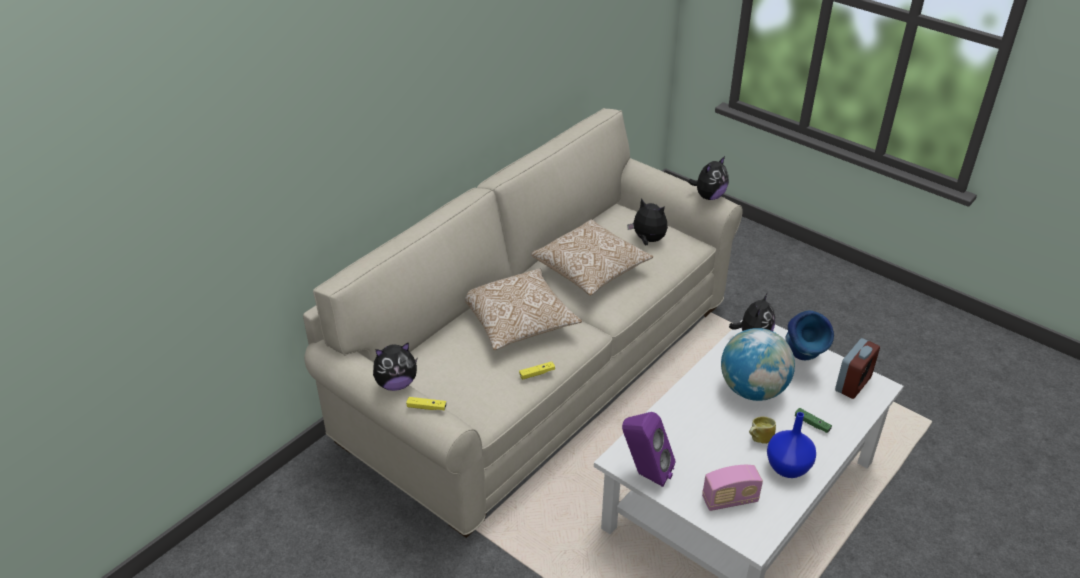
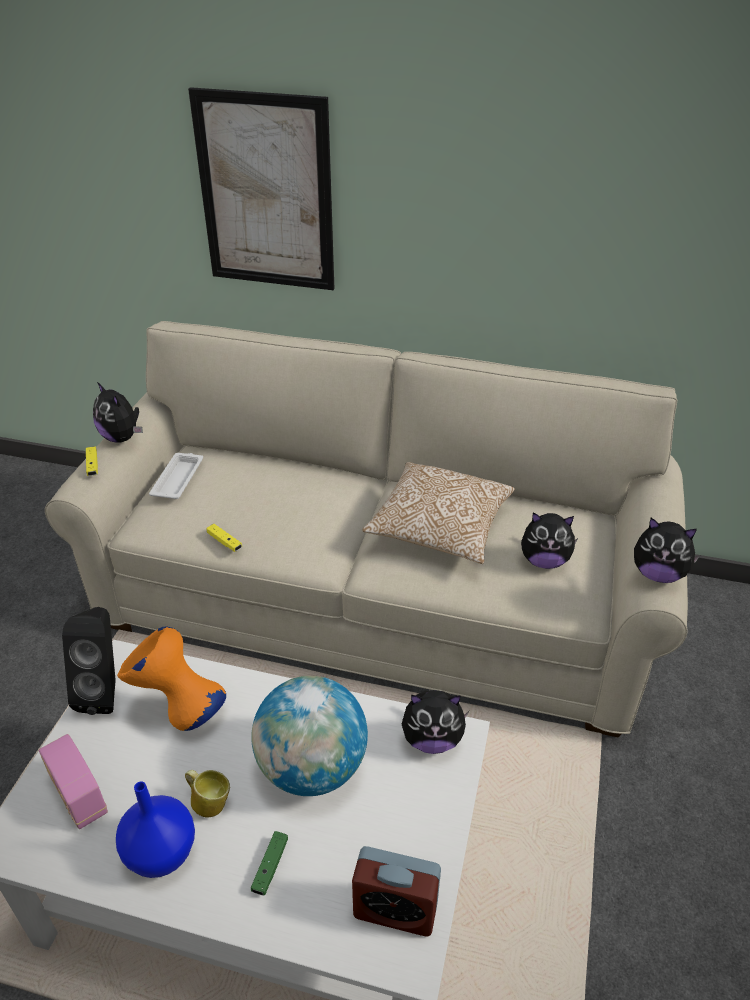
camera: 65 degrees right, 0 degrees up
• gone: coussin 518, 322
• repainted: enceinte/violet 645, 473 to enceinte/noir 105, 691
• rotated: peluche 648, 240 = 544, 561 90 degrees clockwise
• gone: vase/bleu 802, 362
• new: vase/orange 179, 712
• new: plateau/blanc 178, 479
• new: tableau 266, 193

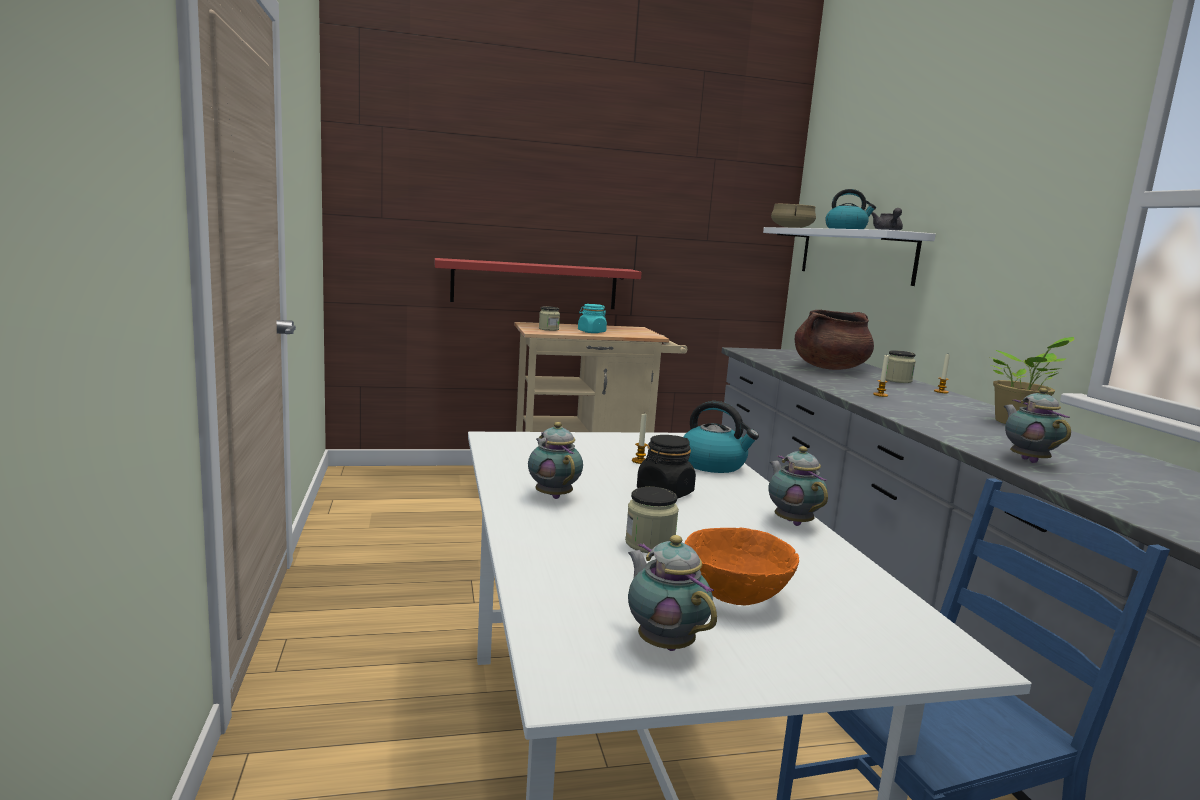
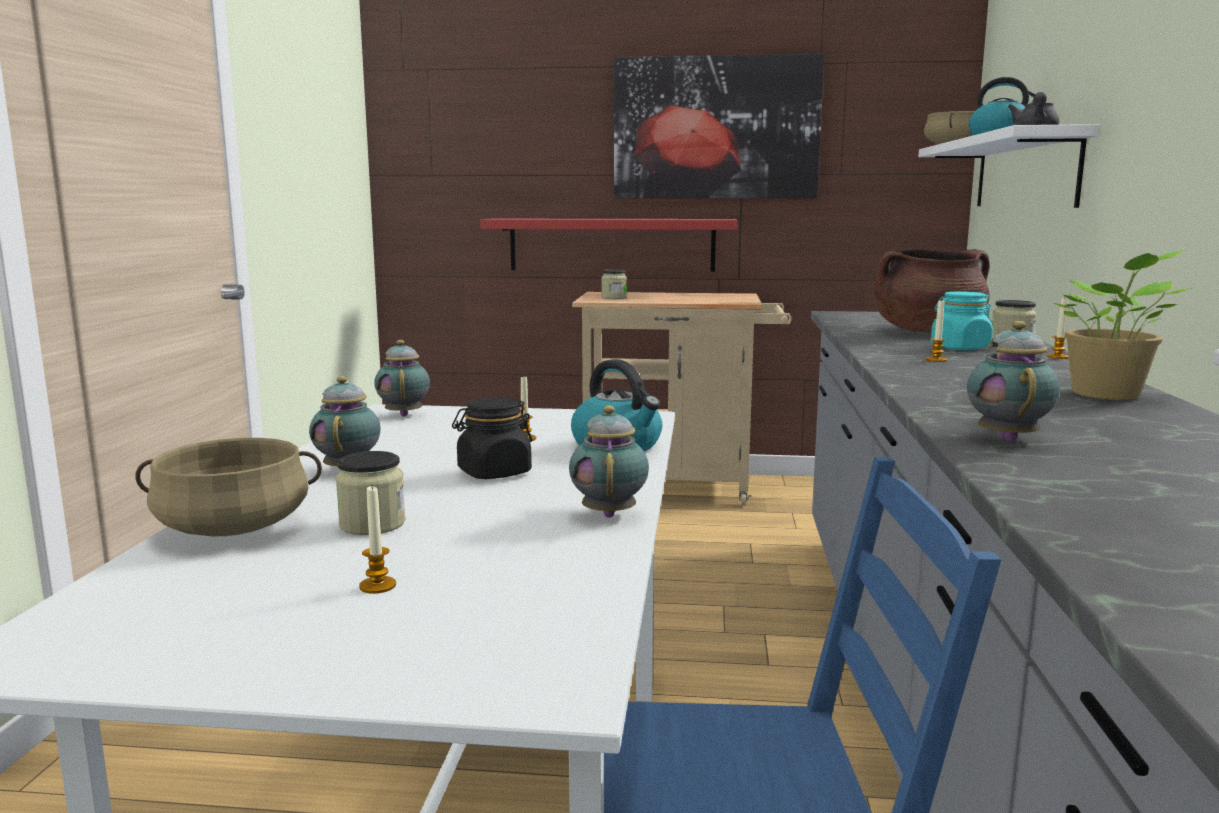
camera: 20 degrees right, 0 degrees up
• shifted: bocal/turquoise 591, 332 to 959, 348
• shifted: théière 663, 643 to 404, 414
• swapped: bol/orange 735, 595 to bougie 377, 586
• new: marmite/beige 234, 527
• new: tableau 716, 128

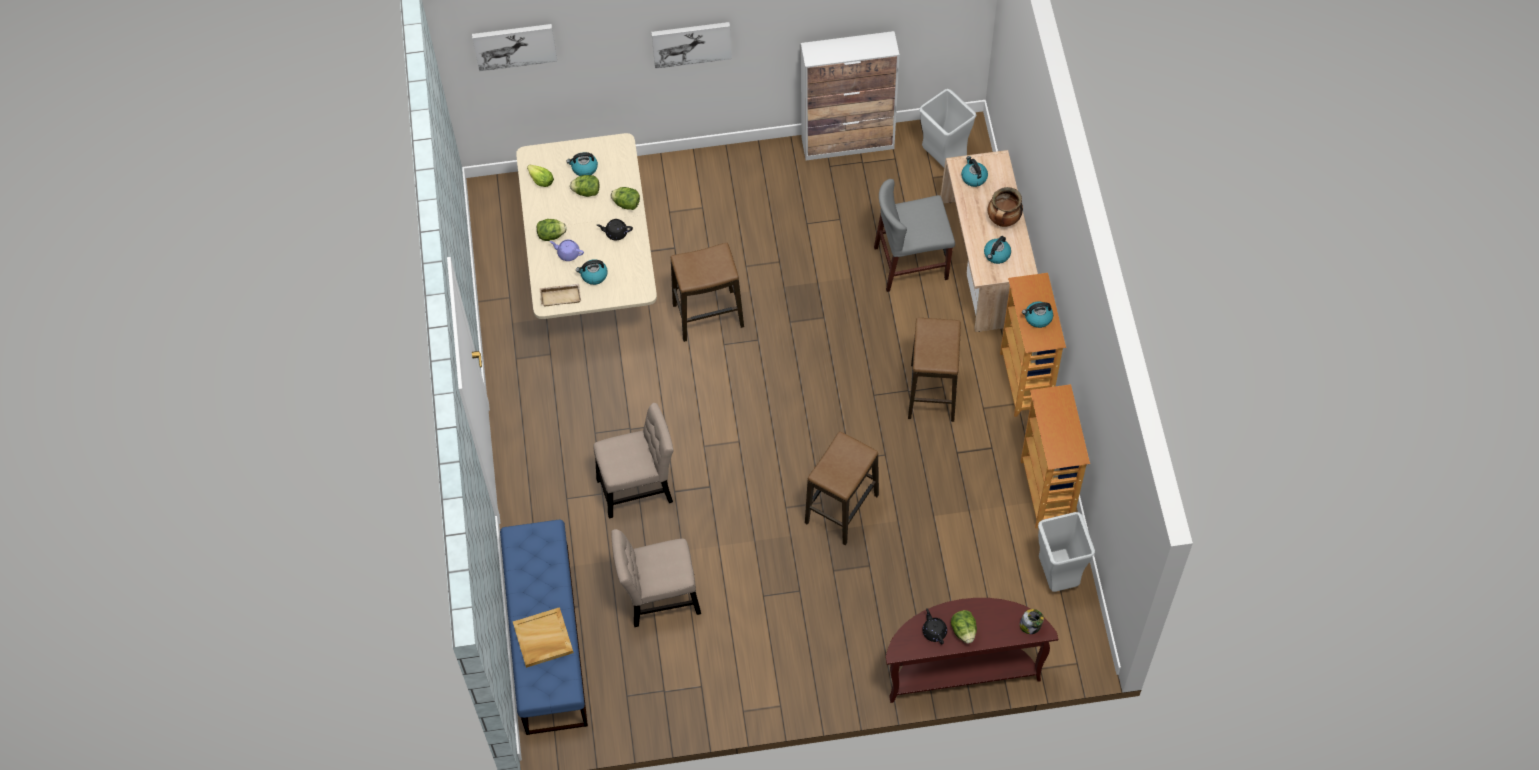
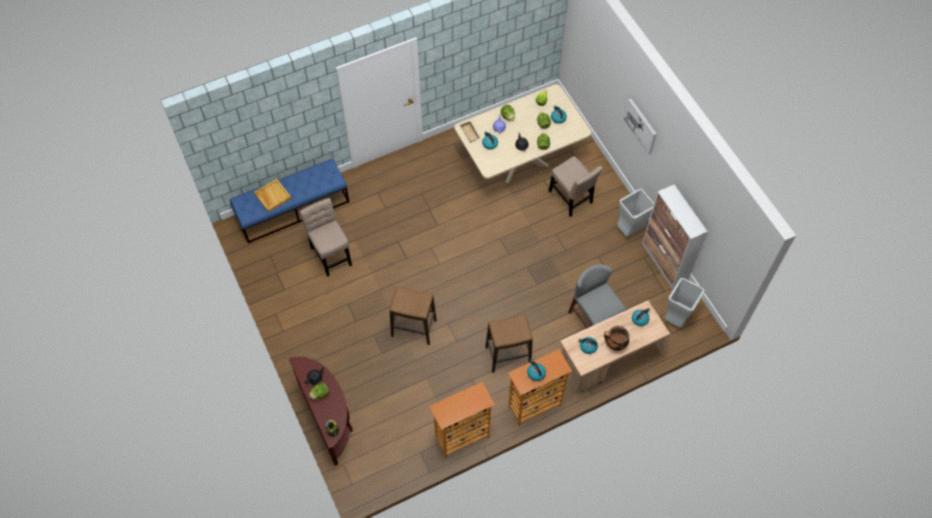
camera: 70 degrees right, 0 degrees up
• gone: tableau 514, 45
• shifted: chaise/beige 639, 488 to 571, 199
• gone: tabouret 708, 316
• shifted: poubelle/gris 1057, 575 to 630, 229

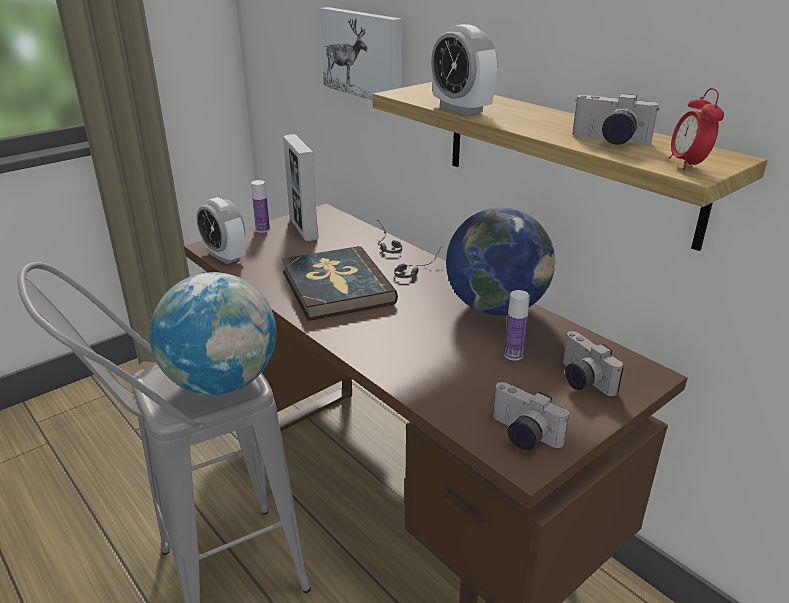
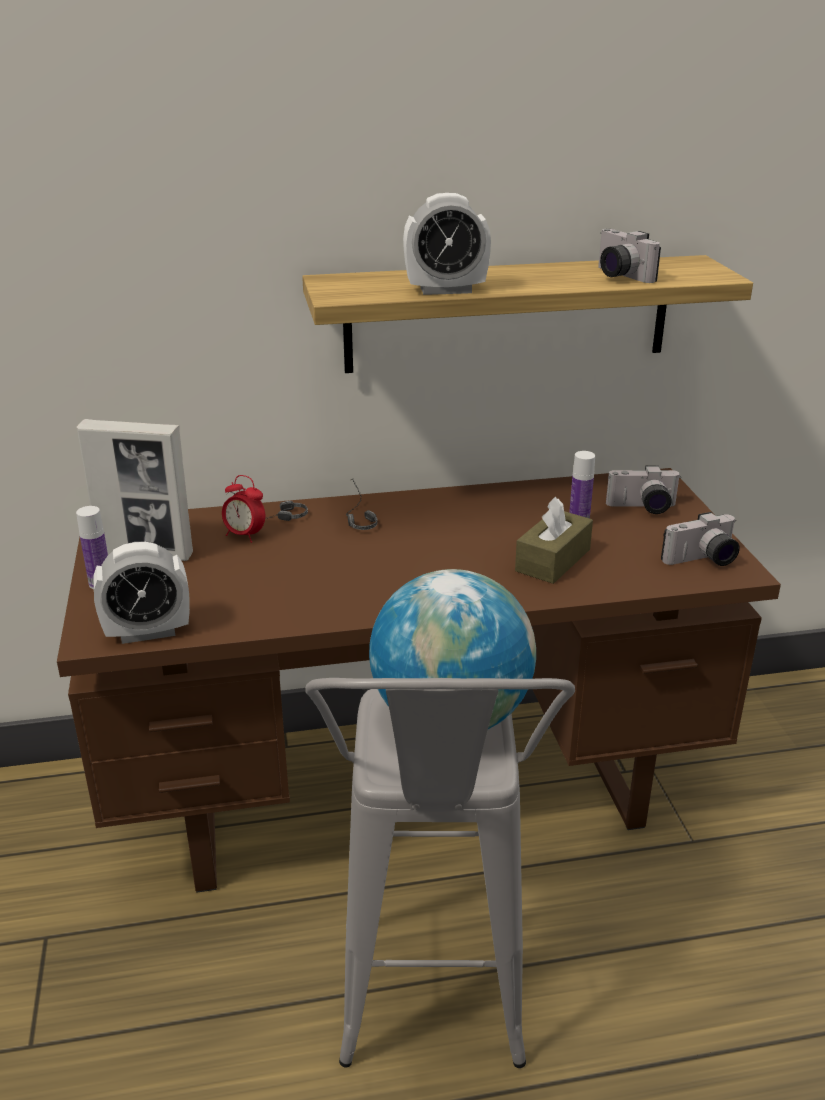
camera: 60 degrees left, 0 degrees up
• gone: livre 336, 287
• gone: tableau 364, 54
• gone: globe 495, 308
• rotated: appareil photo 608, 141 = 617, 275 90 degrees clockwise
• shifted: réveil 687, 165 to 245, 535
• new: boîte à mouchoirs/marron 553, 560

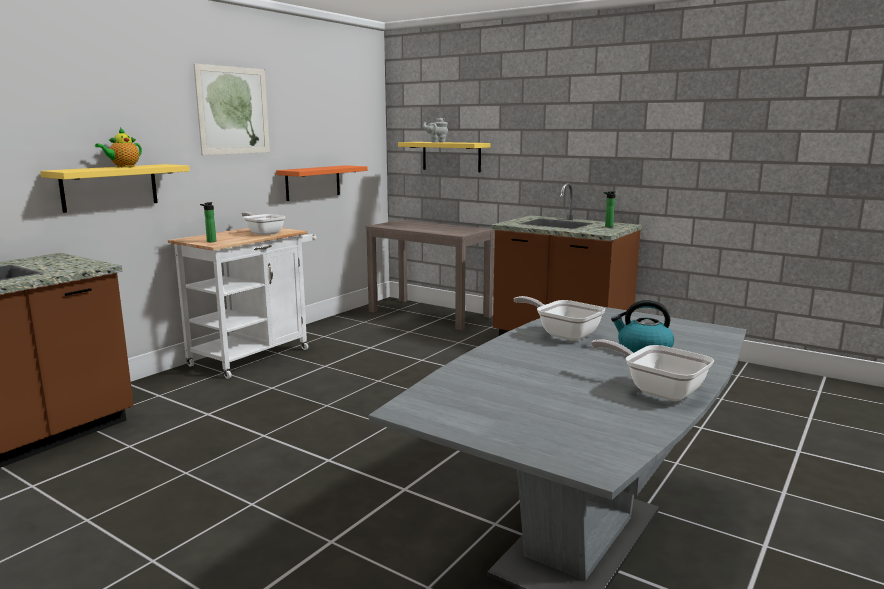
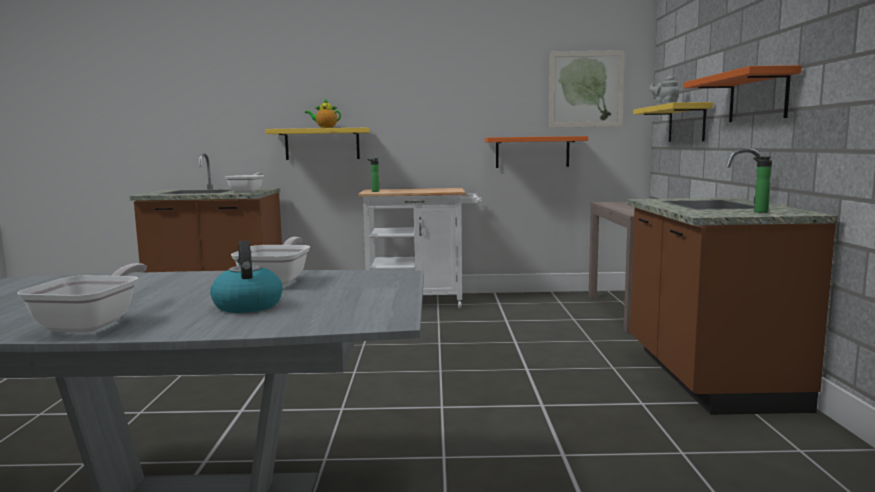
camera: 55 degrees right, 5 degrees down
• shifted: tableau 233, 110 to 586, 89
• shifted: poêle 263, 233 to 248, 191
• new: étagère/orange 757, 97

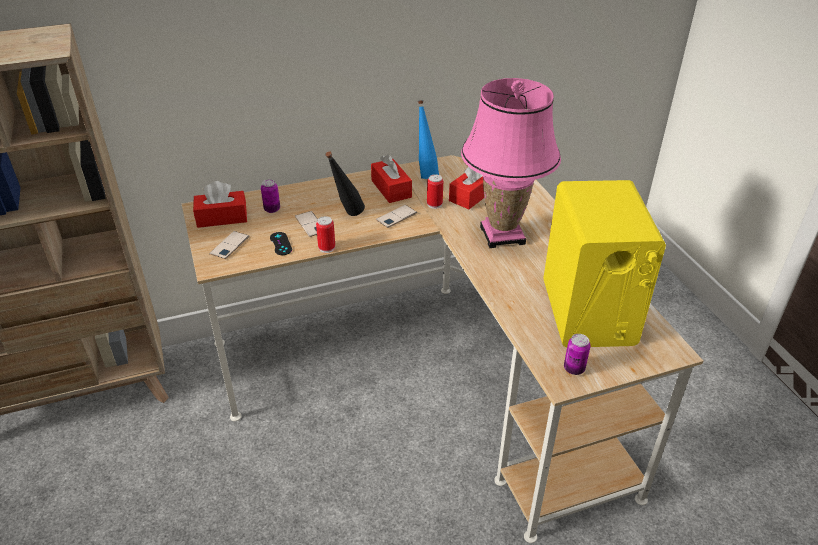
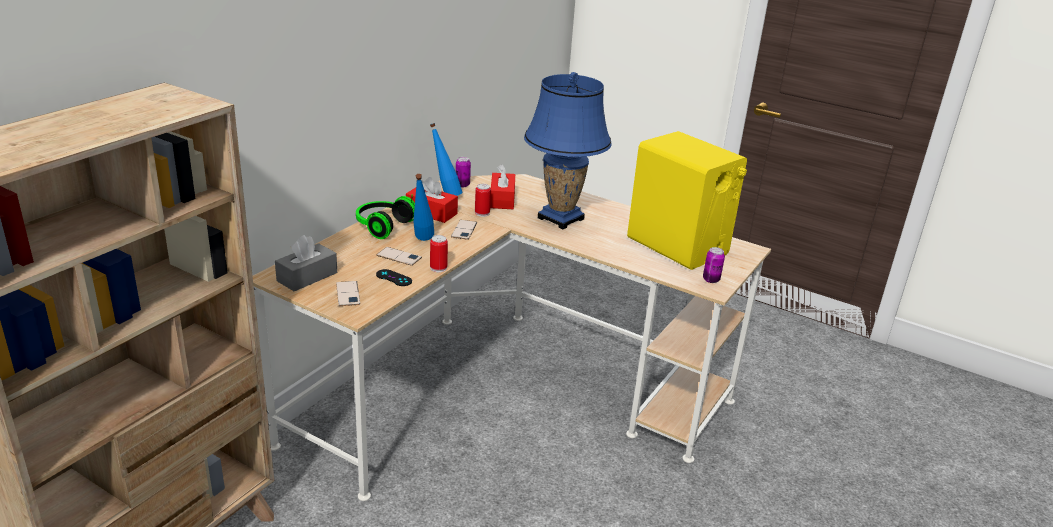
camera: 40 degrees left, 10 degrees down
• repainted: boîte à mouchoirs/rouge 222, 217 to boîte à mouchoirs/gris 307, 277
• shifted: boîte métallique 272, 209 to 462, 185
• repainted: bouteille/noir 347, 216 to bouteille/bleu 422, 241
• repainted: lampe de table/rose 502, 235 to lampe de table/bleu 561, 218
• new: casque audio 382, 226

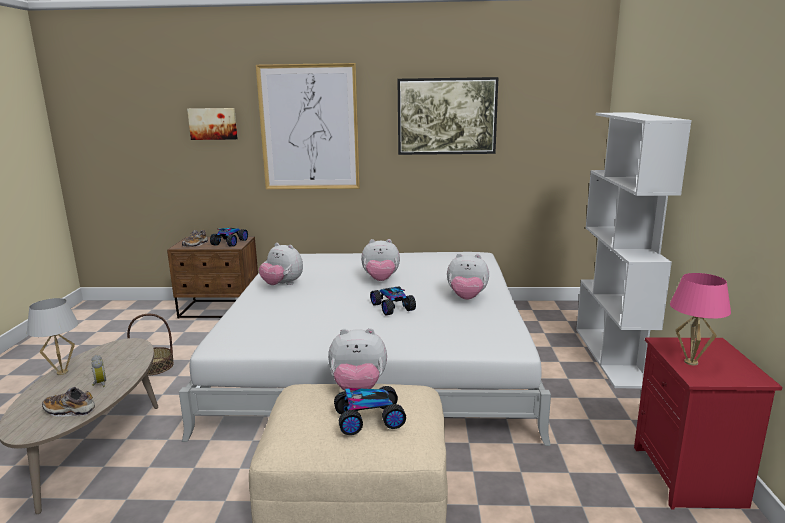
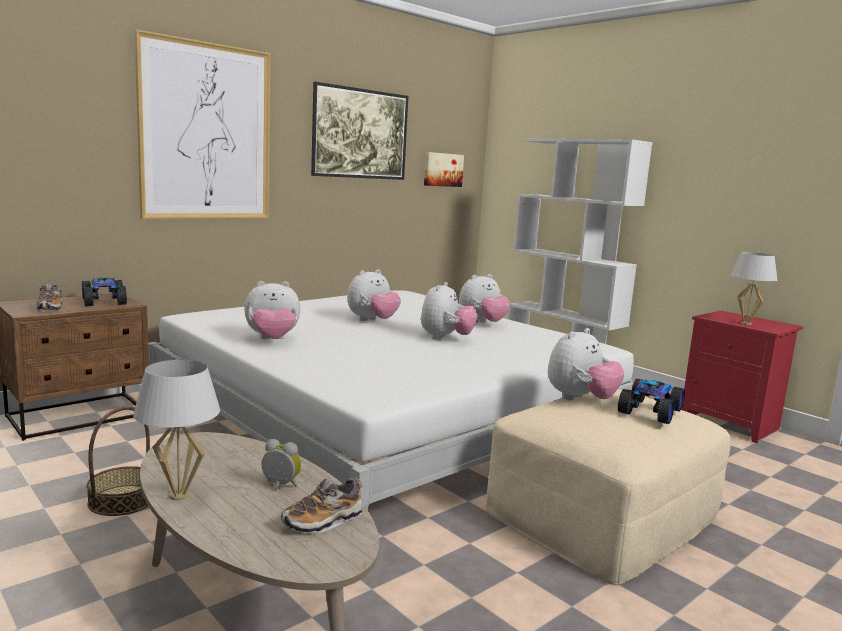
camera: 45 degrees left, 5 degrees down
• shifted: tableau 213, 123 to 442, 169
• swapped: petite voiture 393, 307 to peluche 446, 338
• repainted: lampe de table/rose 690, 362 to lampe de table/blanc 745, 323

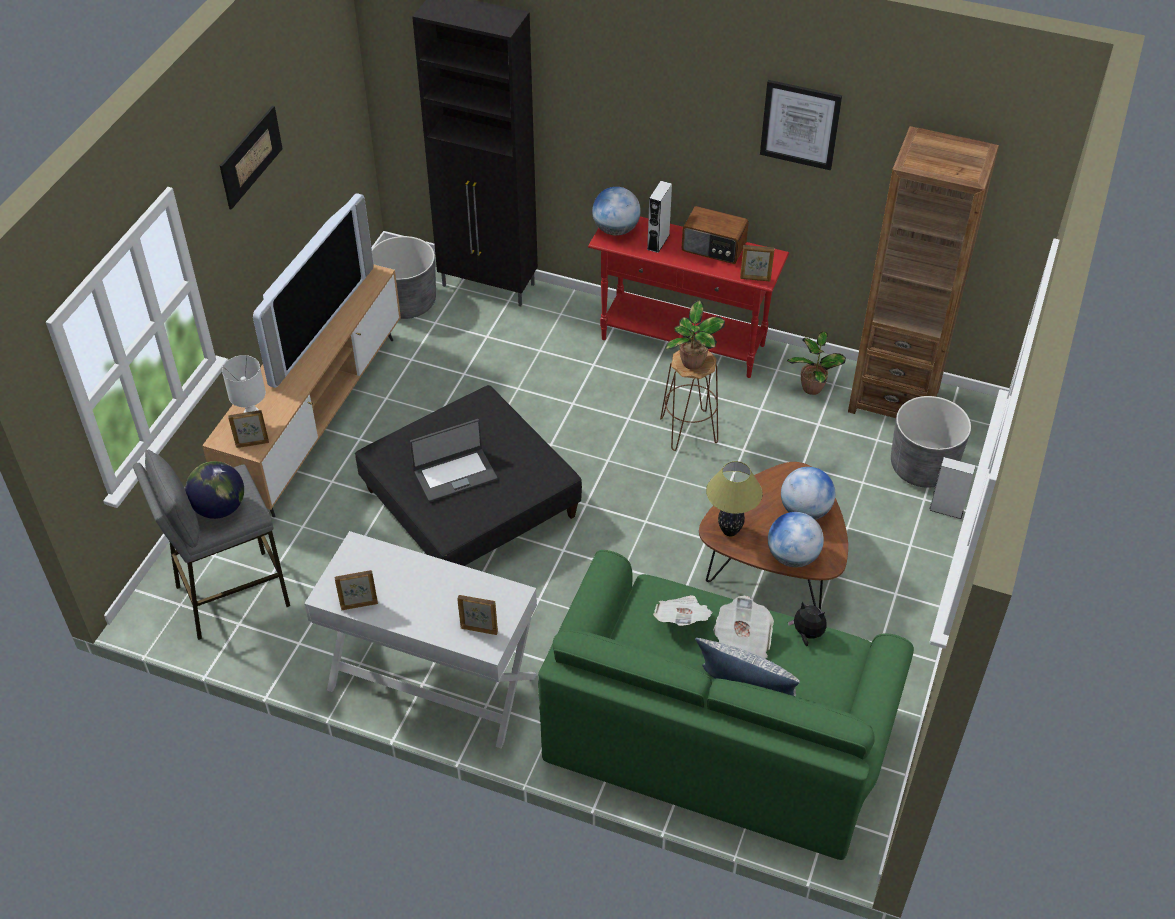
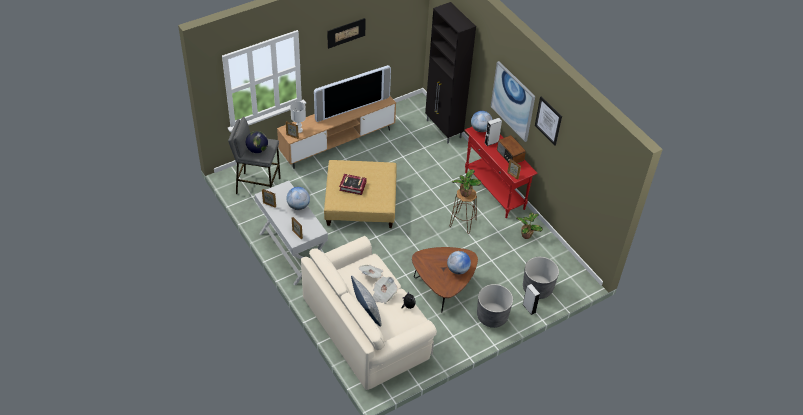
camera: 35 degrees right, 0 degrees up
• repainted: pouf/noir 471, 503 to pouf/beige 361, 202
• shifted: cache-pot/gris 406, 302 to 492, 316
• swapped: ordinateur portable 455, 474 to livre 352, 186
• repainted: canapé/vert 716, 732 to canapé/beige 366, 326
• gone: lampe de table 730, 531
• shifted: globe 792, 556 to 298, 206
• gone: bibliothèque/marron 894, 399
• new: tableau 513, 101

